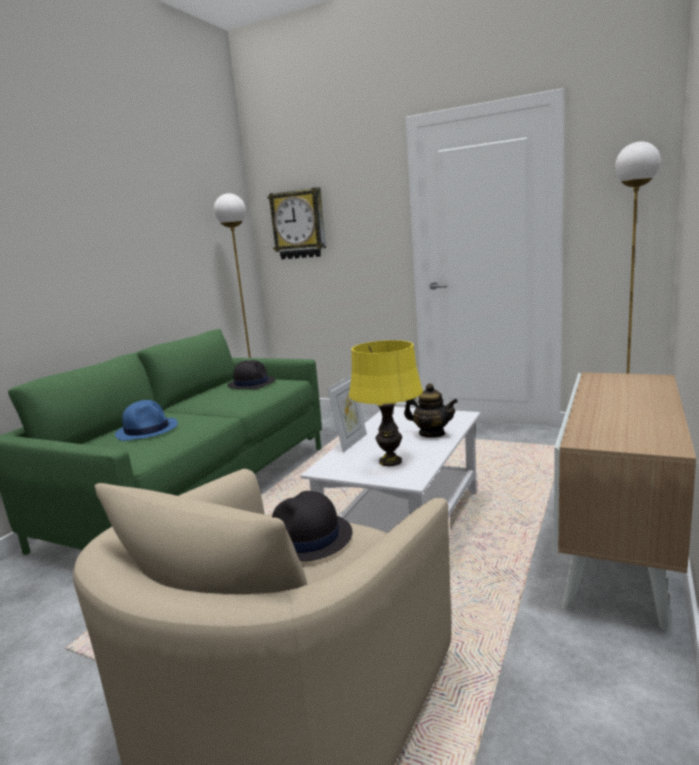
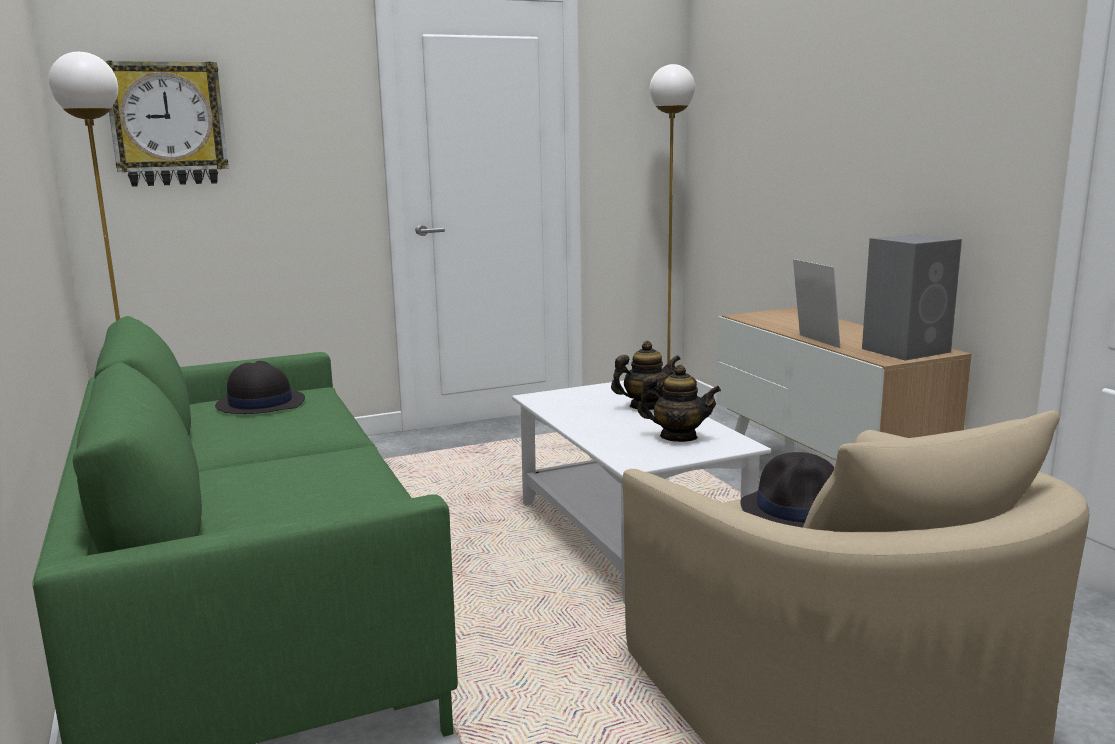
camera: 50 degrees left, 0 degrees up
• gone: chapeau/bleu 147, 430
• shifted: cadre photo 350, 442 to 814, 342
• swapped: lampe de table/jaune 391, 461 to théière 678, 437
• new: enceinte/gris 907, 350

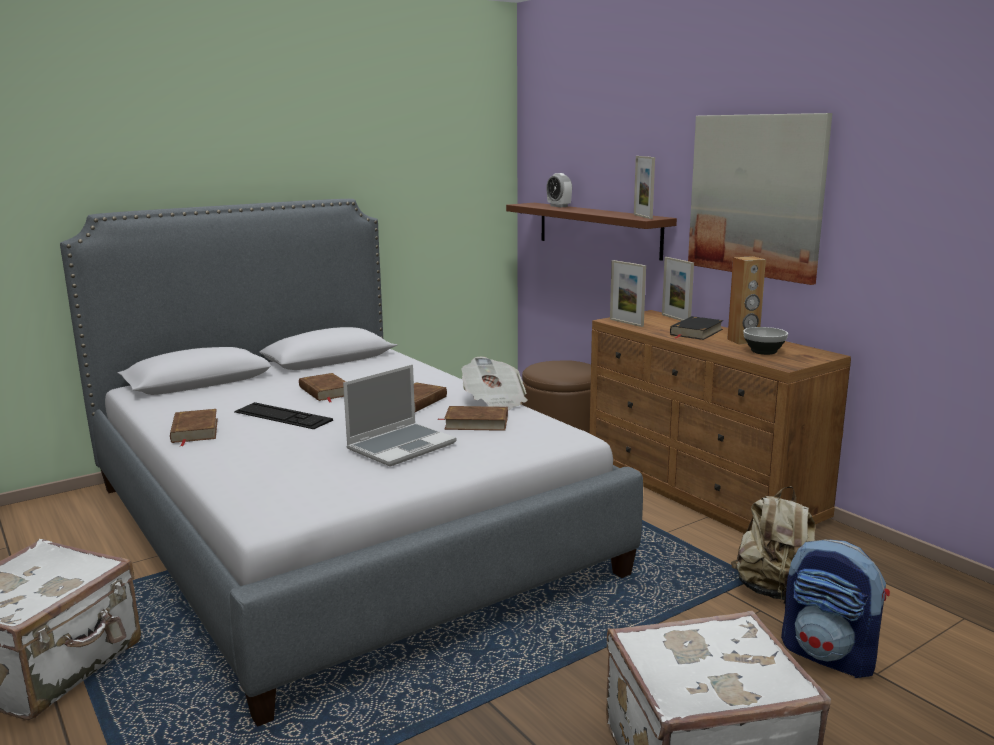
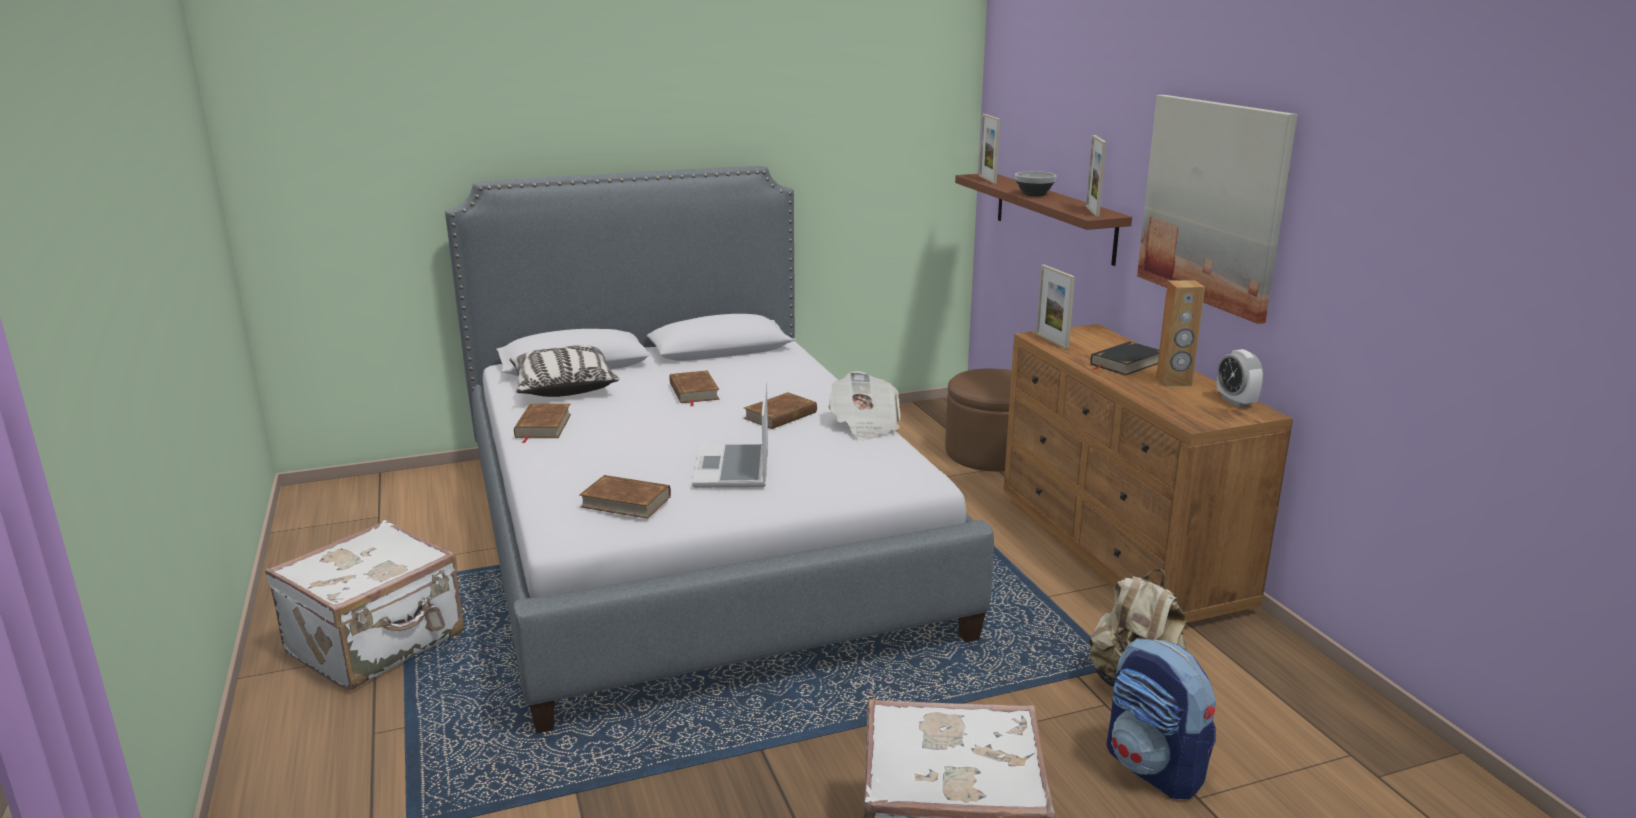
camera: 15 degrees right, 5 degrees up
• gone: clavier 282, 416
• rotated: ordinateur portable 401, 446 = 734, 469 120 degrees clockwise
• shifted: livre/marron 476, 423 to 625, 501
• shifted: réveil 559, 206 to 1235, 401
• shifted: cadre photo 675, 318 to 987, 179
• shifted: bol 763, 351 to 1034, 194
• new: coussin 563, 387

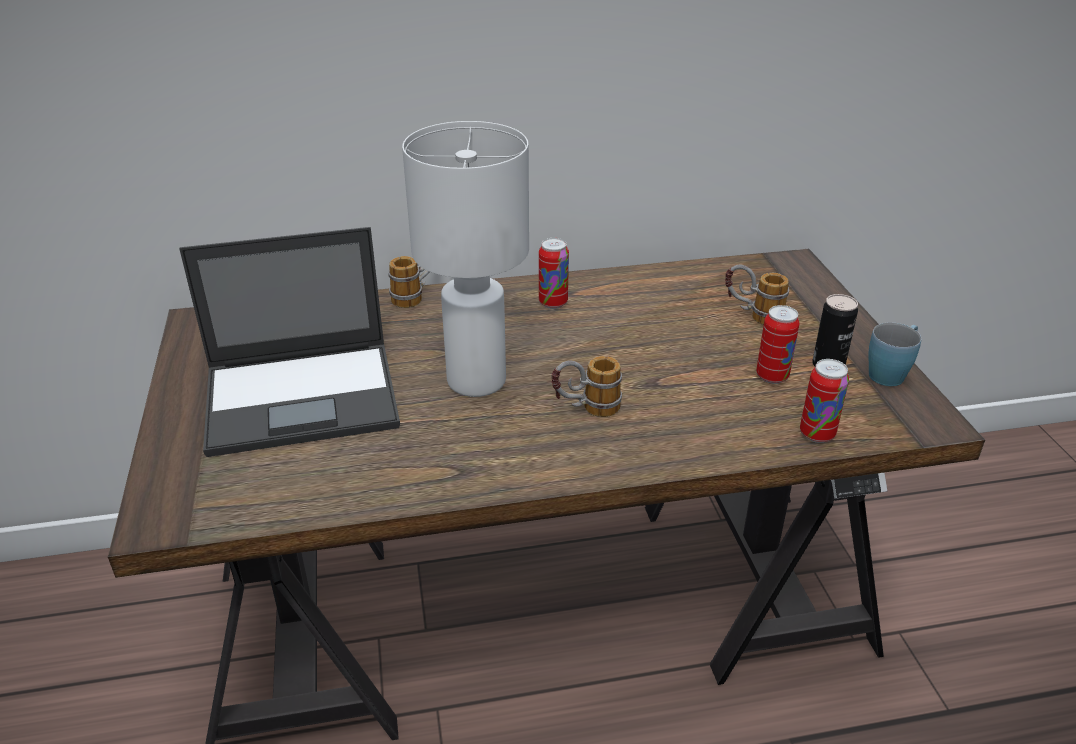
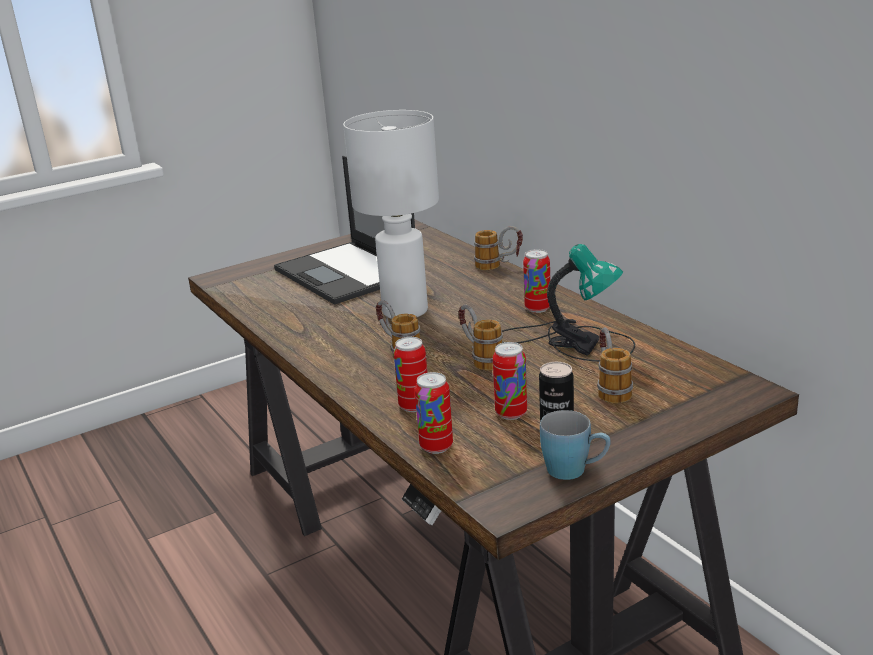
camera: 70 degrees right, 10 degrees down
• new: boîte métallique 414, 406
• new: mug 480, 358
• new: lampe de table 569, 341

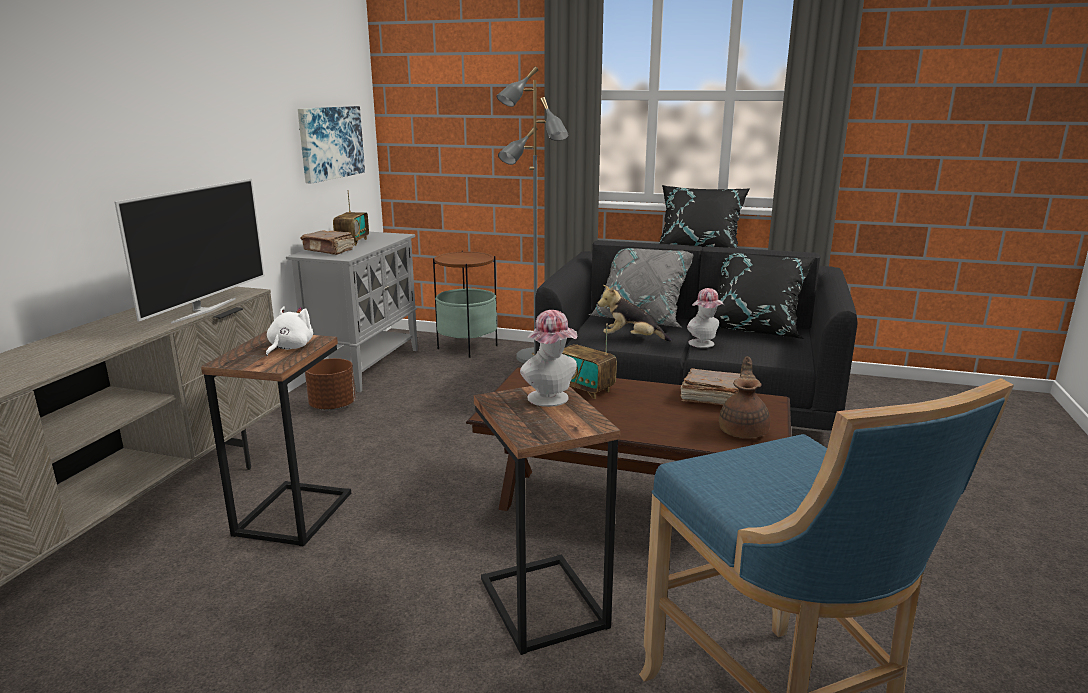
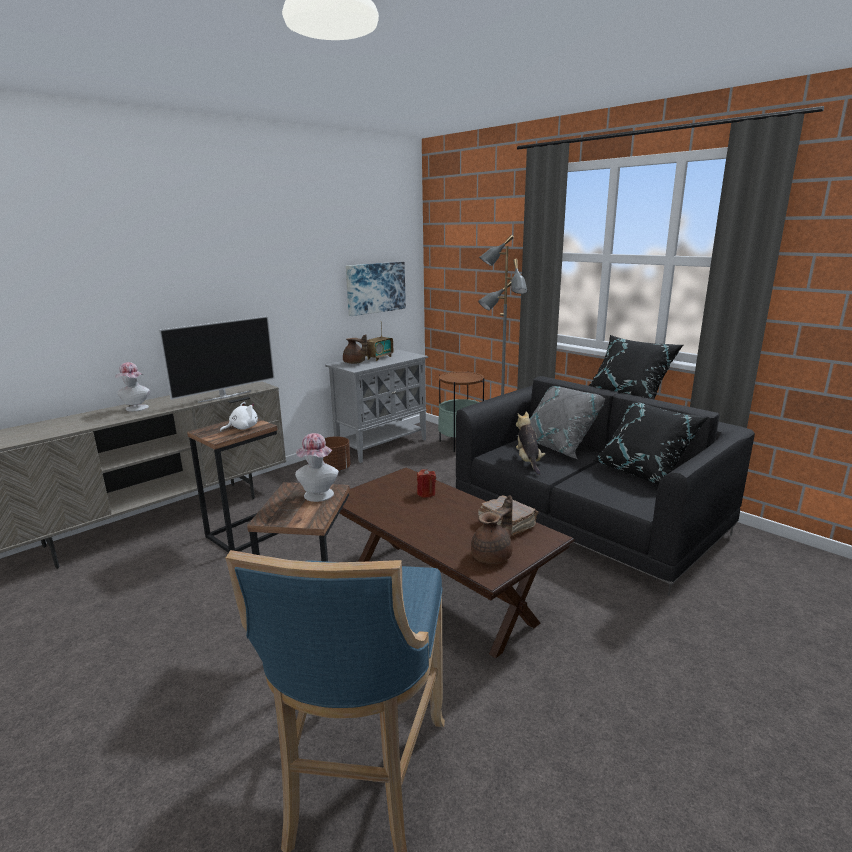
camera: 30 degrees right, 0 degrees up
• swapped: livre/marron 329, 250 to théière/marron 355, 363
• swapped: radio 584, 389 to bougie/rouge 426, 493
• rotated: peluche 631, 339 = 528, 461 45 degrees clockwise
• shifted: chapeau 704, 344 to 136, 409

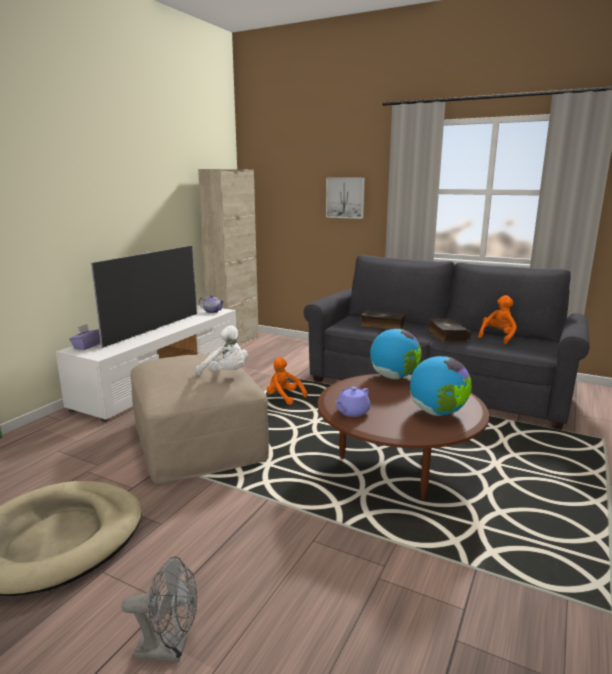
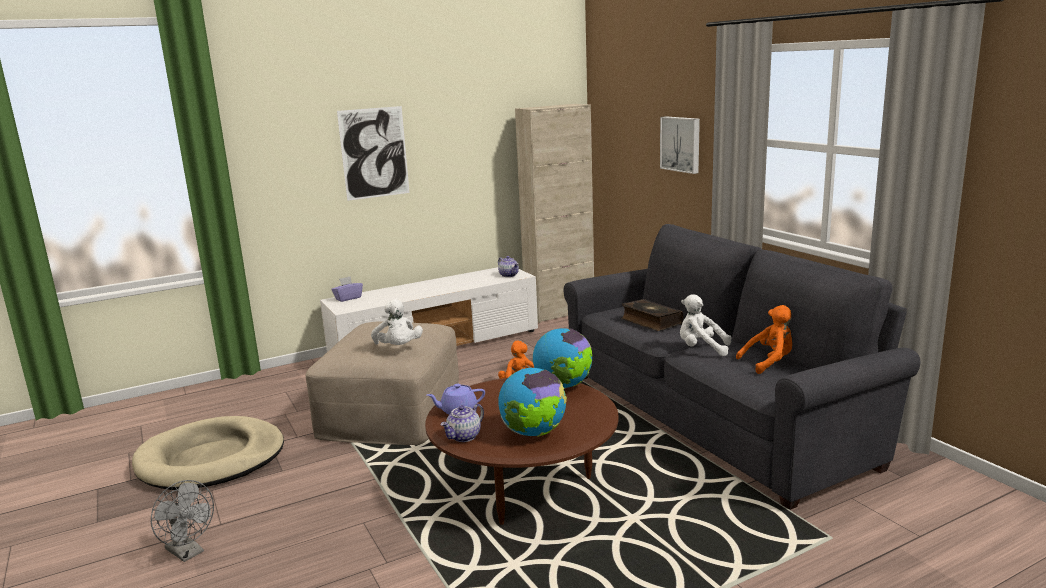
camera: 35 degrees right, 0 degrees up
• gone: téléviseur 153, 329
• swapped: livre 446, 336 to peluche/blanc 701, 349
• new: tableau 374, 153
• new: théière 464, 437

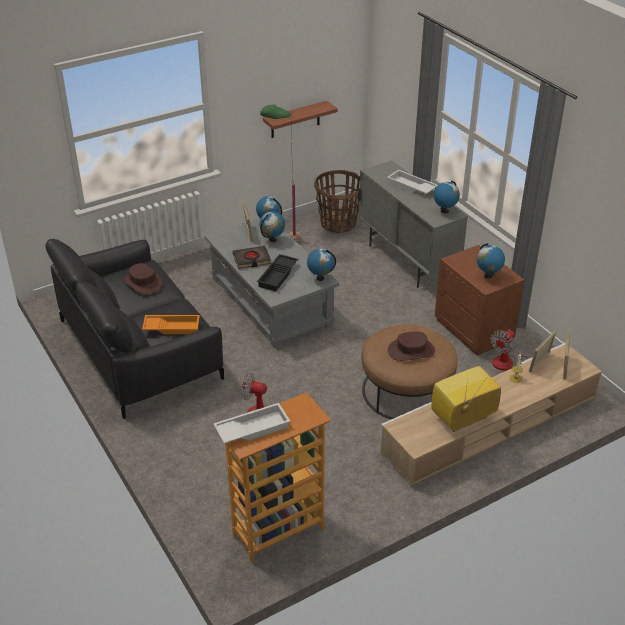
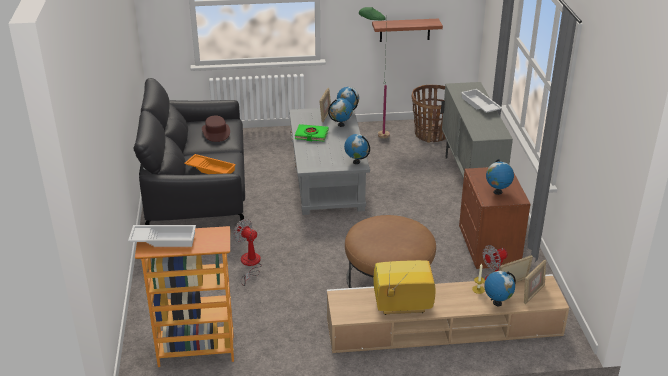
camera: 25 degrees right, 5 degrees down
• repainted: livre/noir 251, 259 to livre/vert 311, 135
• gone: plateau/noir 278, 276
• gone: chapeau/marron 411, 351
• shifted: globe 444, 211 to 497, 303

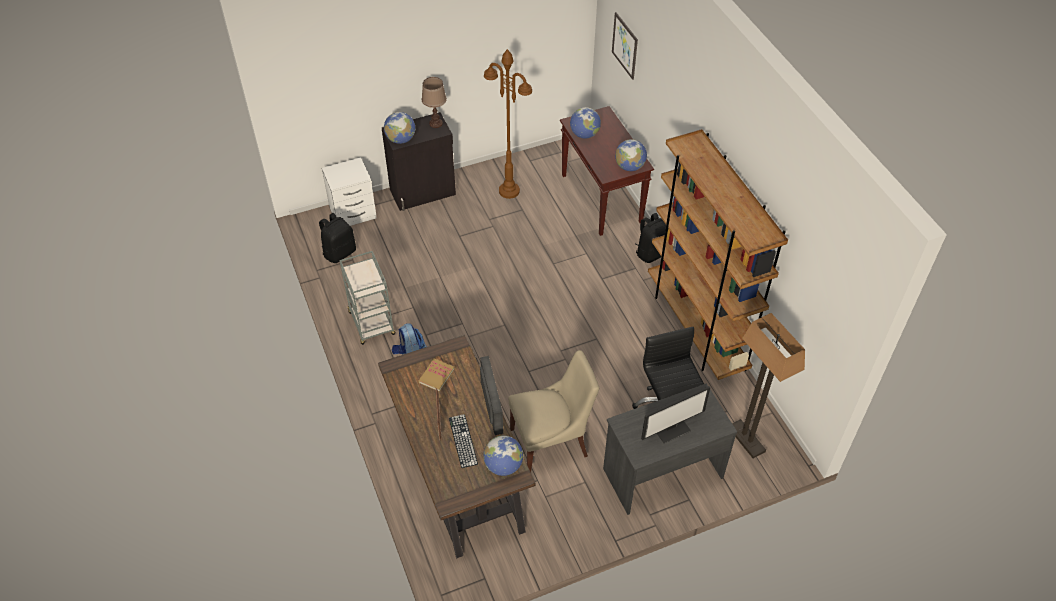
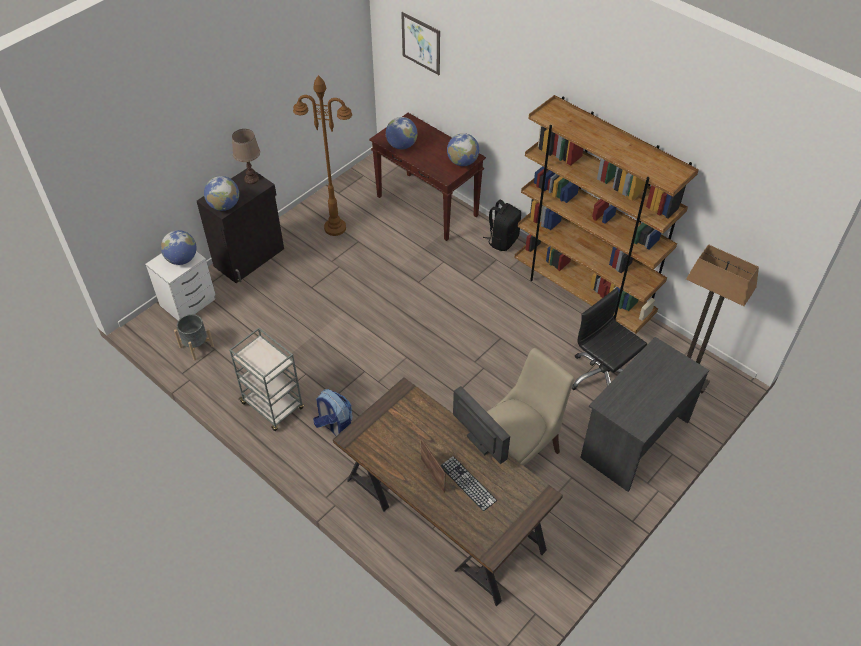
camera: 25 degrees left, 0 degrees up
• swapped: sac à dos/noir 339, 252 to cache-pot/gris 196, 346
• gone: livre 436, 375
• shifted: globe 503, 465 to 182, 259
• gone: écran d'ordinateur 672, 429

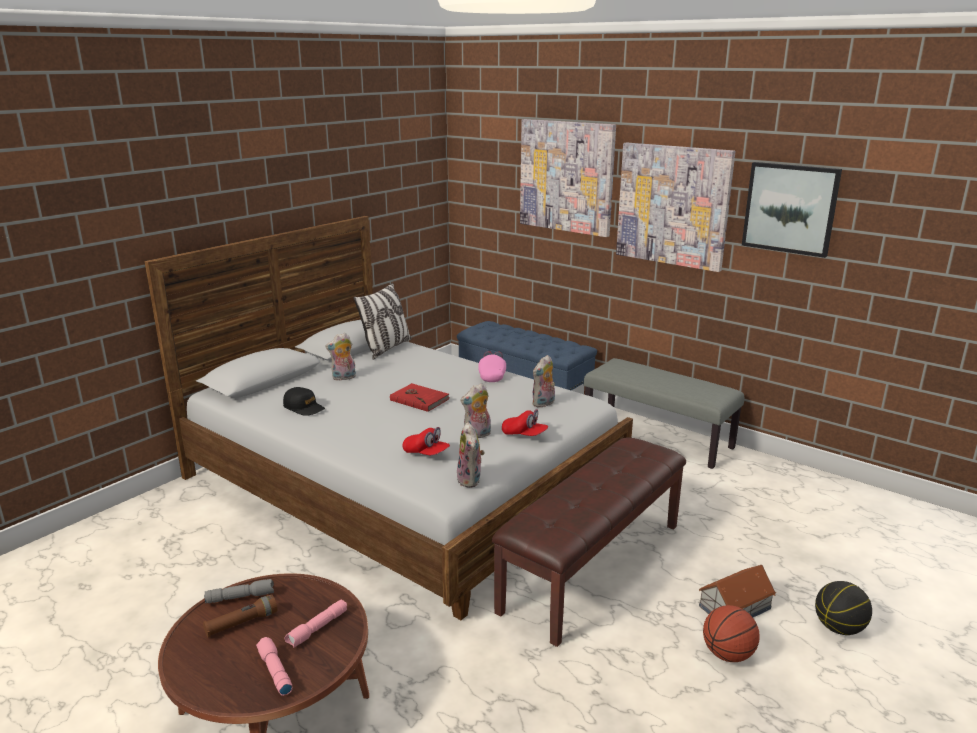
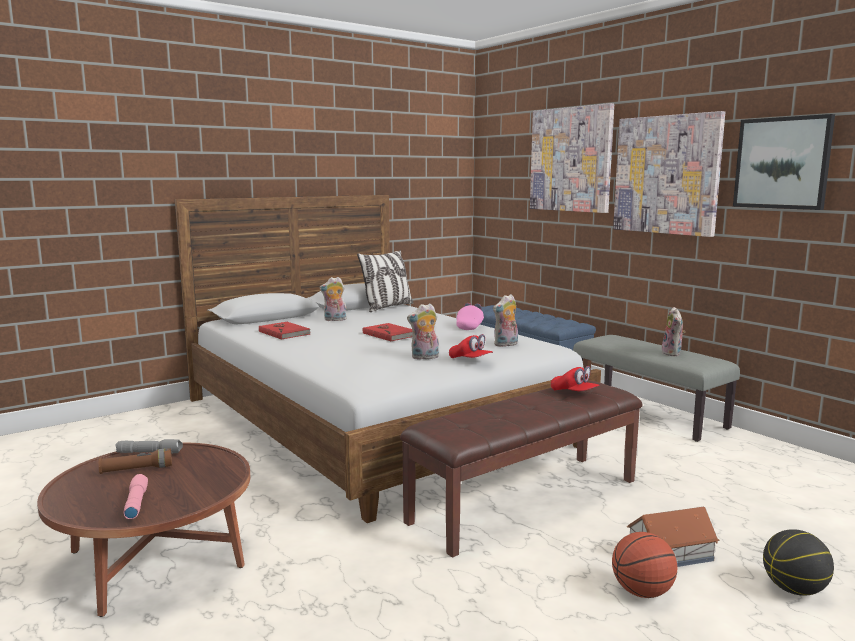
camera: 15 degrees right, 10 degrees down
• swapped: casquette/noir 304, 408 to livre/rouge 285, 332
• gone: lampe de poche/rose 318, 629
• shifted: casquette/rouge 426, 453 to 574, 393
• shifted: peluche 471, 480 to 673, 353

